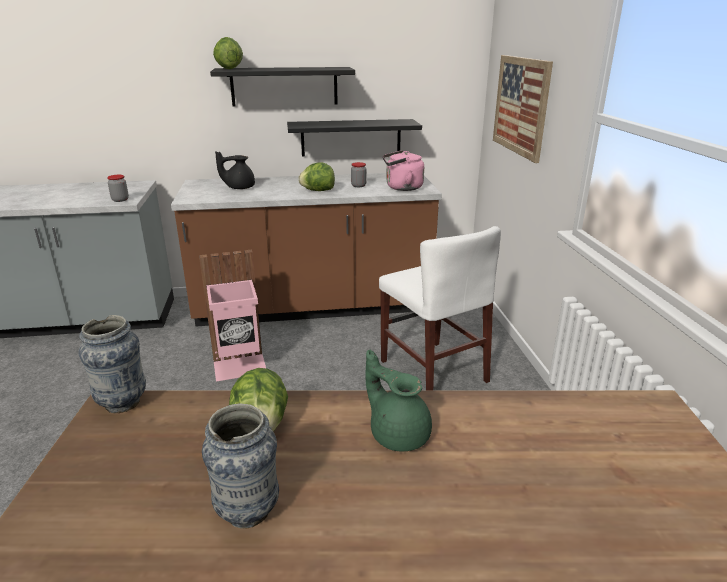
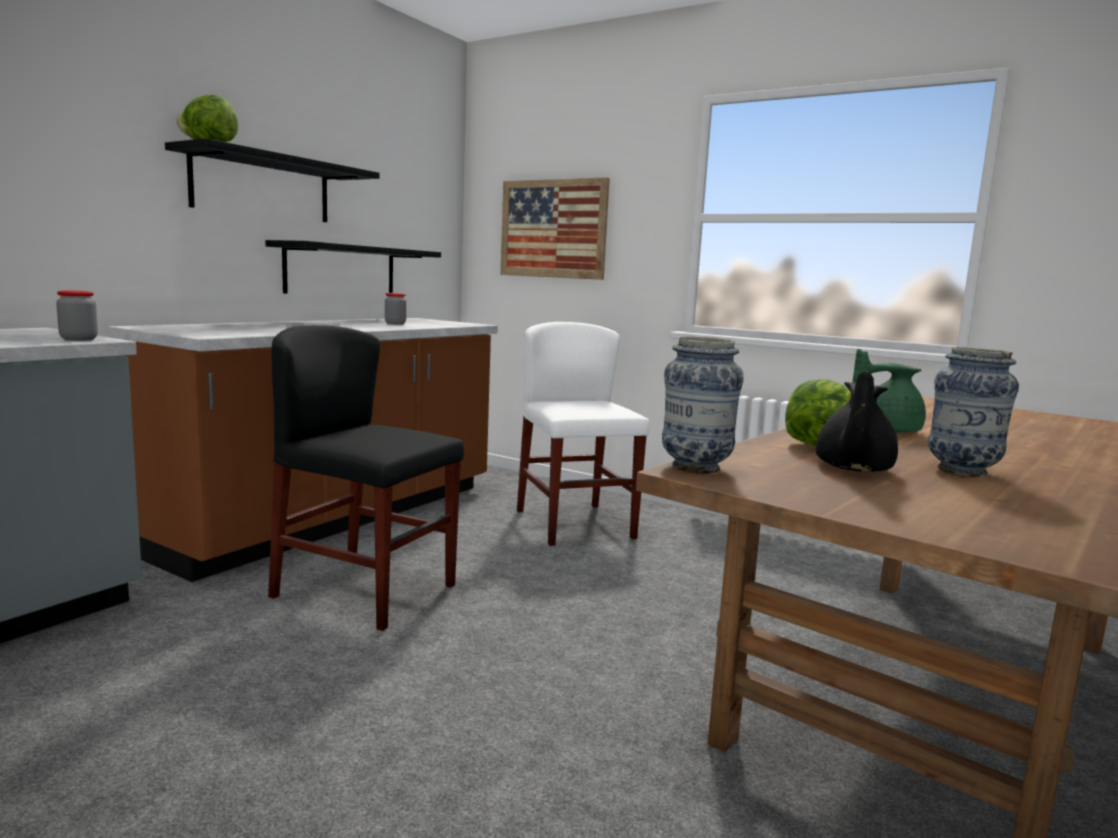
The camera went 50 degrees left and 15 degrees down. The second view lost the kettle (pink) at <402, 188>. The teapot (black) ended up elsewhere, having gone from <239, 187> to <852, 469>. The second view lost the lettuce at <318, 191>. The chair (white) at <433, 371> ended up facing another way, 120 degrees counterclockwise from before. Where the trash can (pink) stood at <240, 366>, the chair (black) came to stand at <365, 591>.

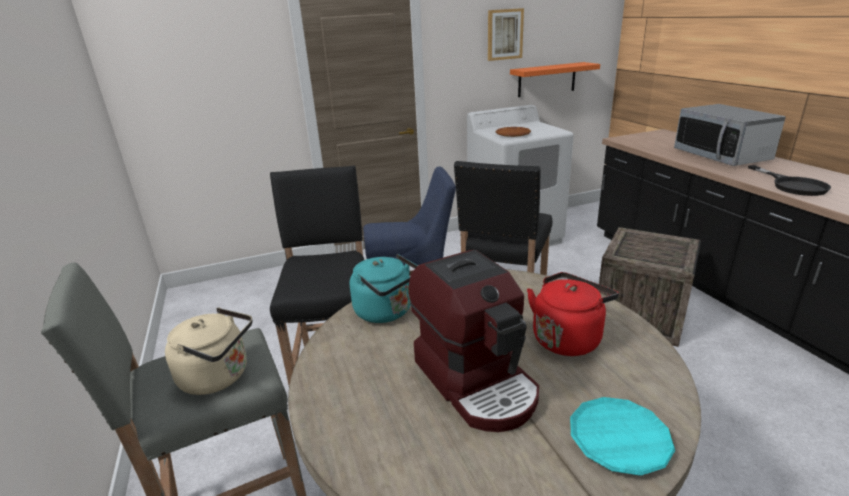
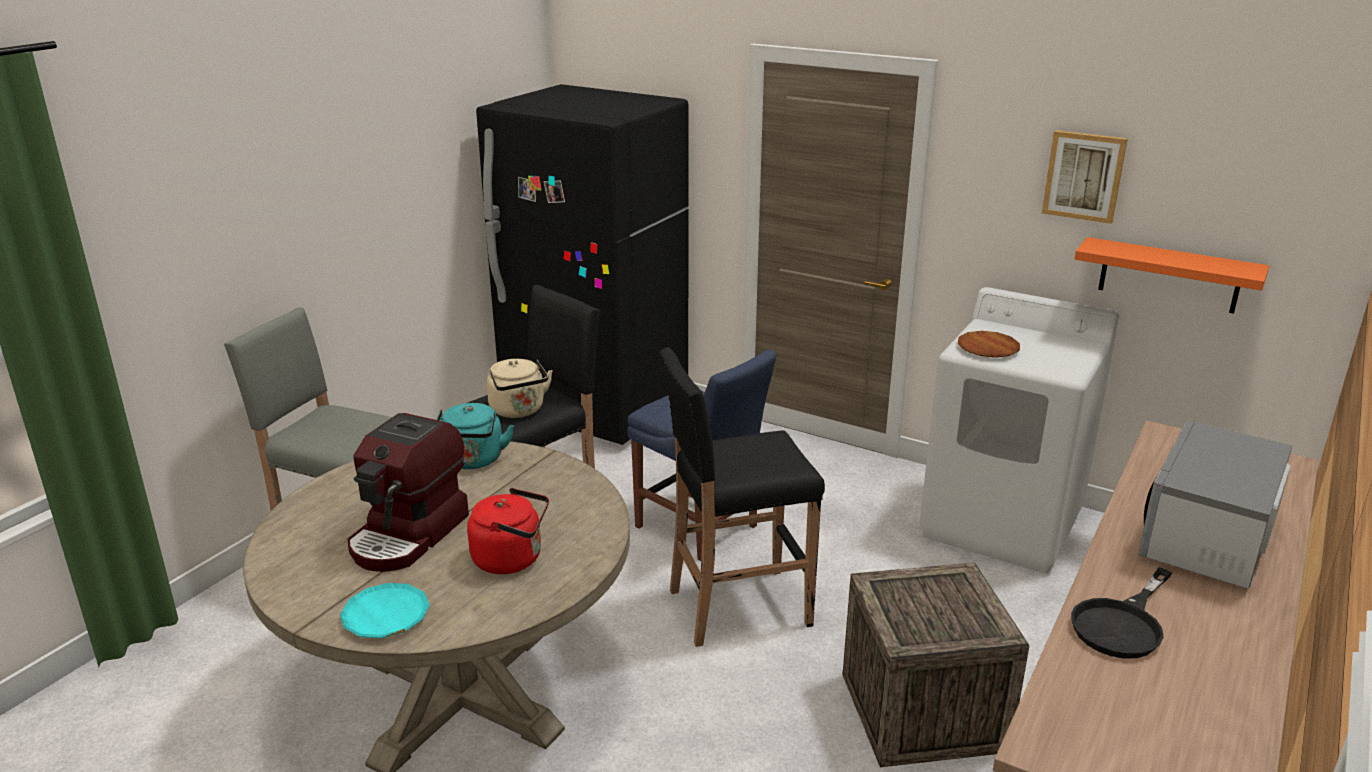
The camera went 50 degrees right and 0 degrees up. The kettle (beige) ended up elsewhere, having gone from <219, 376> to <519, 411>. The second view gained the fridge (black) at <596, 409>.

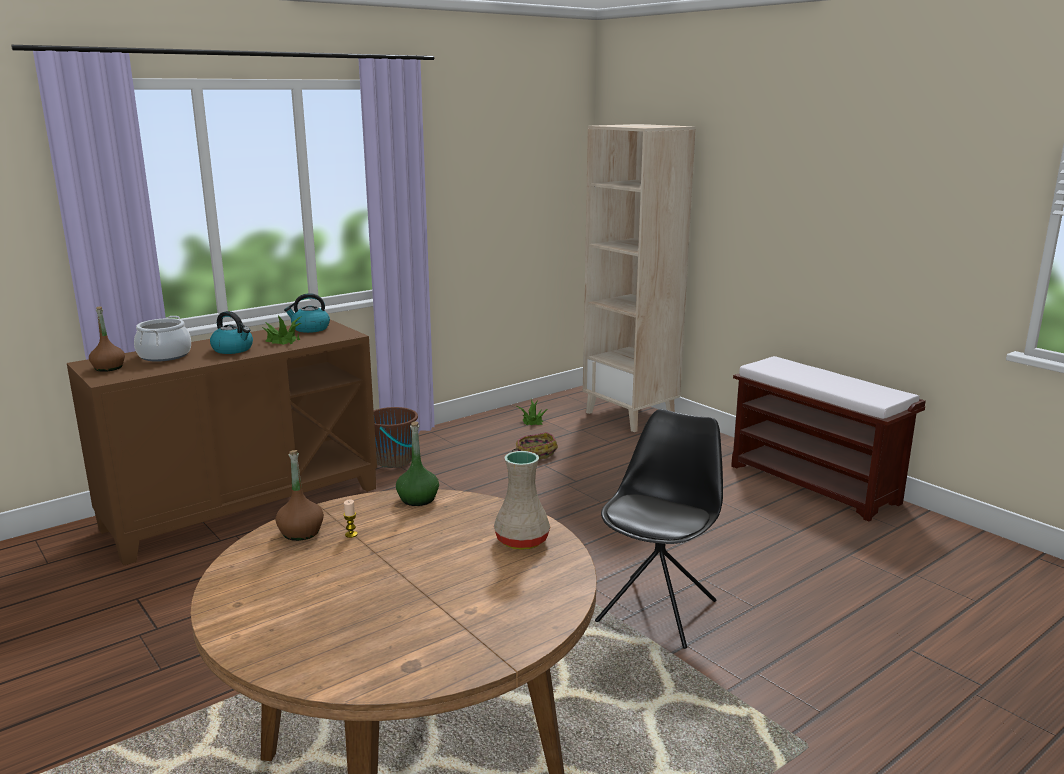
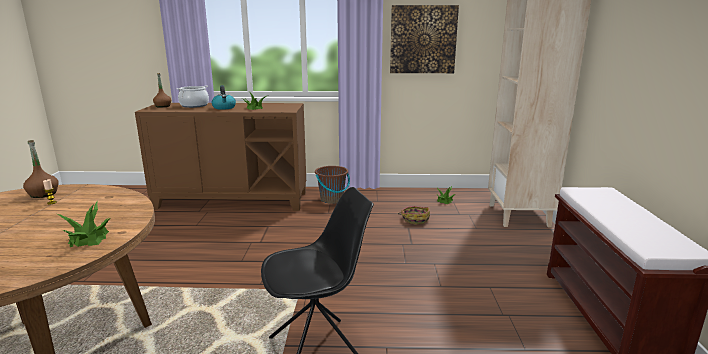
The camera went 40 degrees right and 0 degrees up. The second view lost the kettle at <310, 329>. The second view lost the bottle (green) at <418, 499>. Where the vase (beige) stood at <521, 540>, the potted plant came to stand at <89, 238>. The second view gained the picture at <423, 39>.

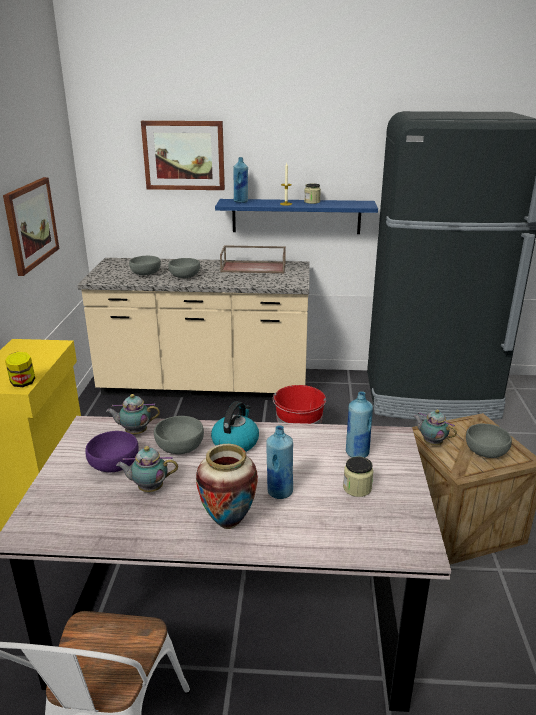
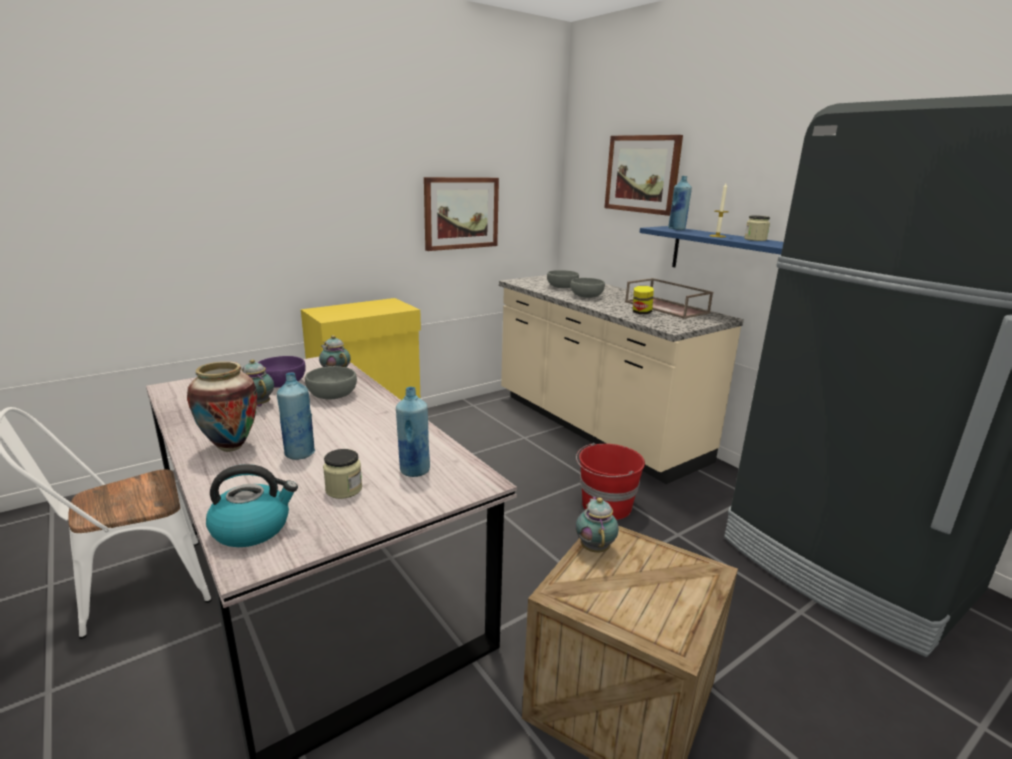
The camera went 50 degrees right and 5 degrees down. The jar ended up elsewhere, having gone from <23, 383> to <641, 313>. The kettle ended up elsewhere, having gone from <235, 442> to <252, 528>. The second view lost the bowl (grey) at <485, 451>.

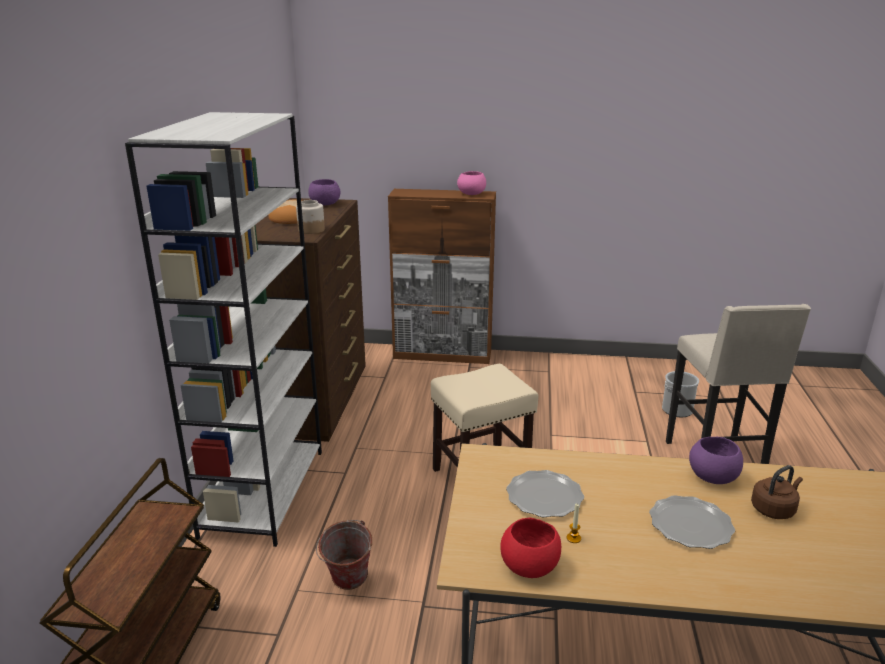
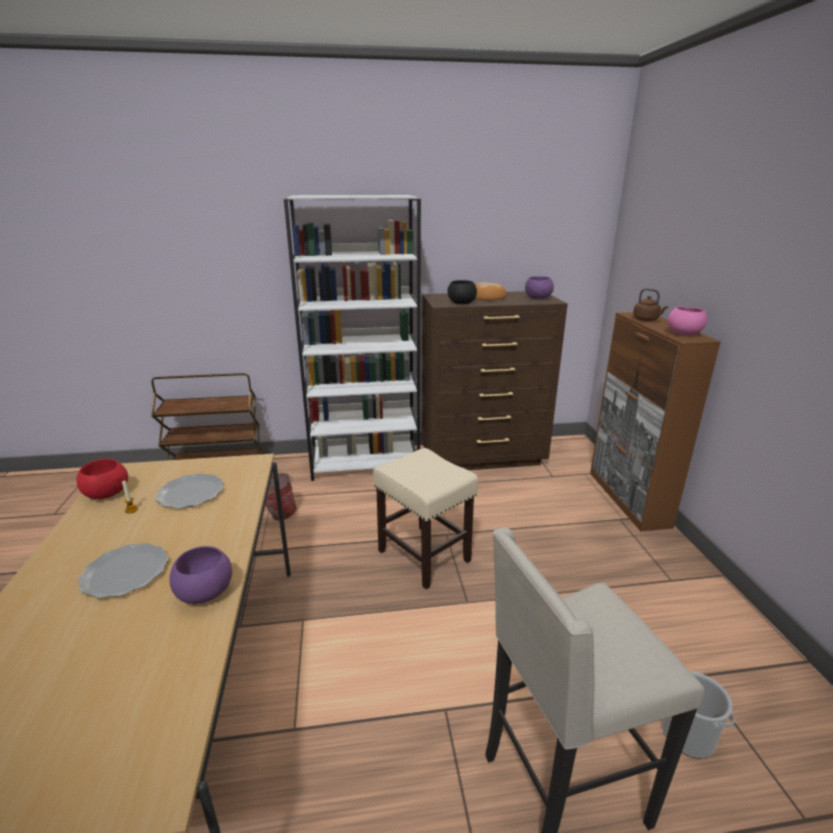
The camera went 75 degrees right and 0 degrees up. Where the jar stood at <311, 230>, the bowl (black) came to stand at <461, 303>. The kettle (brown) ended up elsewhere, having gone from <774, 509> to <647, 319>.

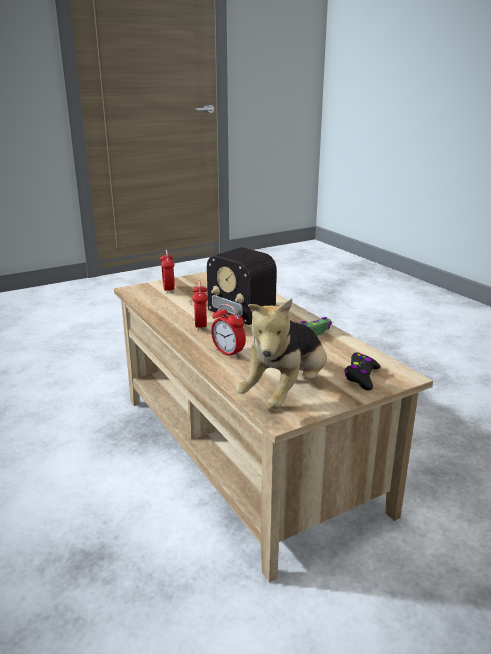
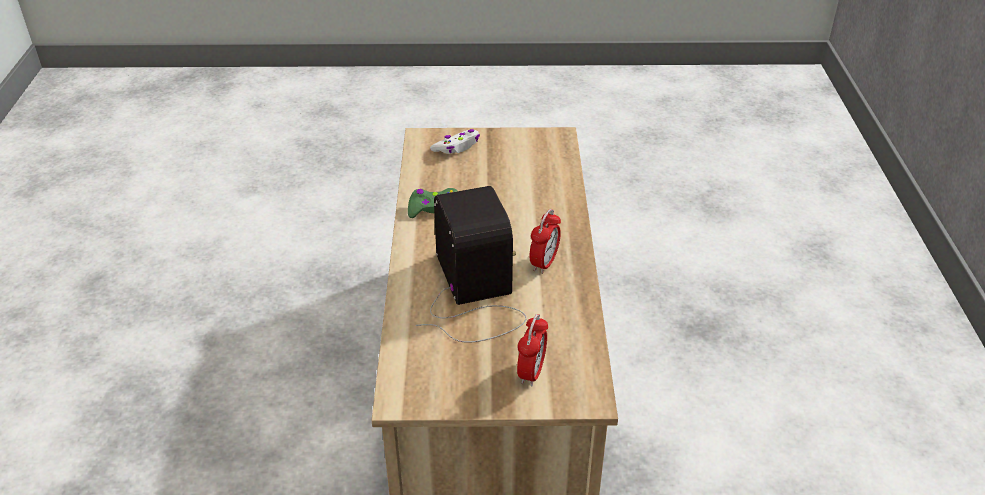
The camera went 150 degrees left and 15 degrees up. The second view lost the plush toy at <286, 392>. The second view lost the alarm clock at <228, 353>. What was the game controller (black) at <361, 377> turned into the game controller (white) at <457, 147>.

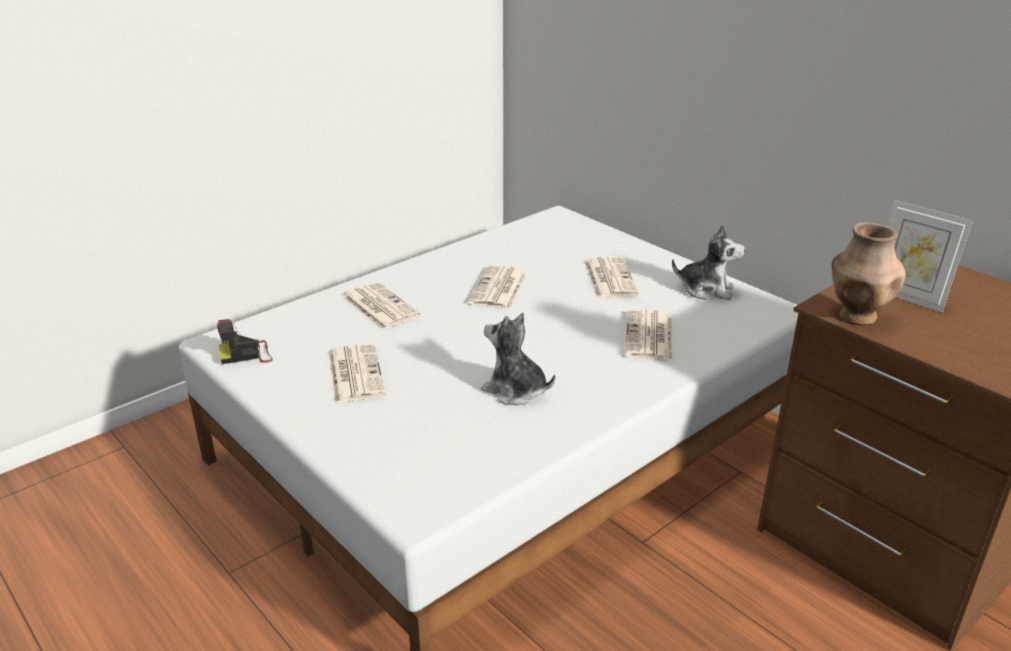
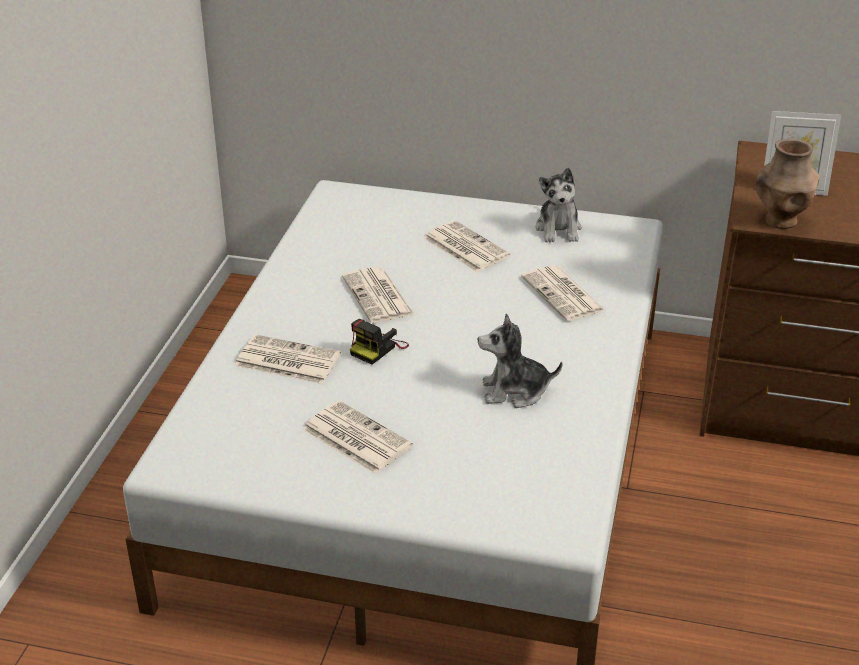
The camera went 35 degrees left and 5 degrees up. The plush toy at <706, 290> ended up facing another way, 105 degrees clockwise from before. The photo camera ended up elsewhere, having gone from <247, 354> to <378, 348>.

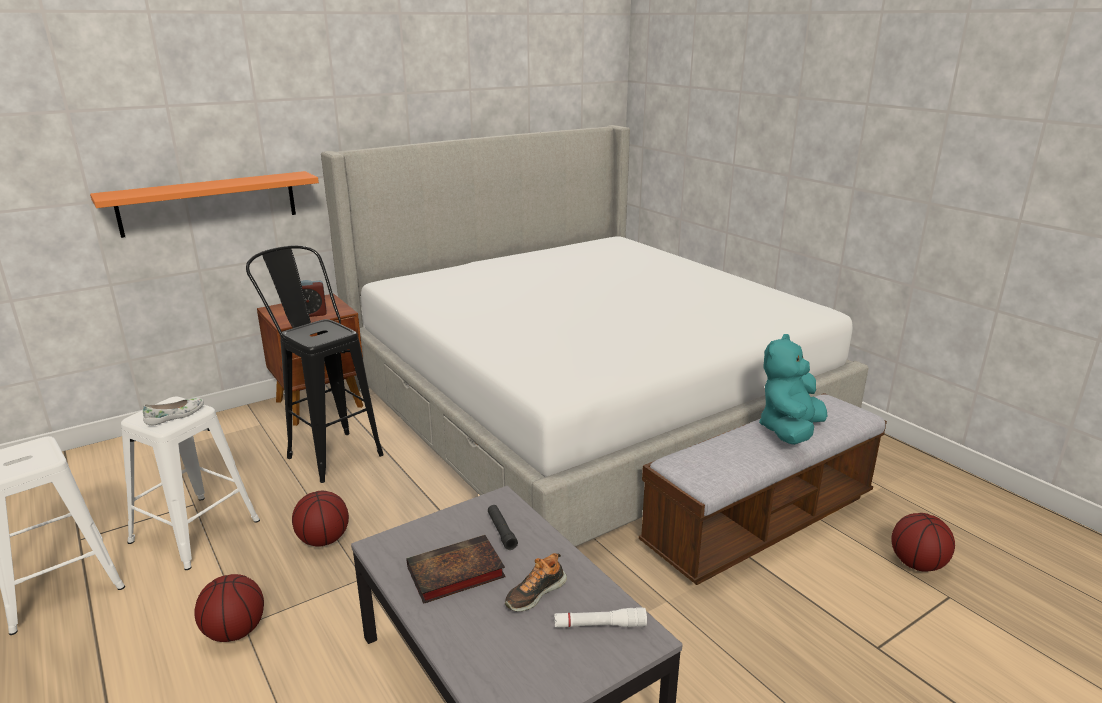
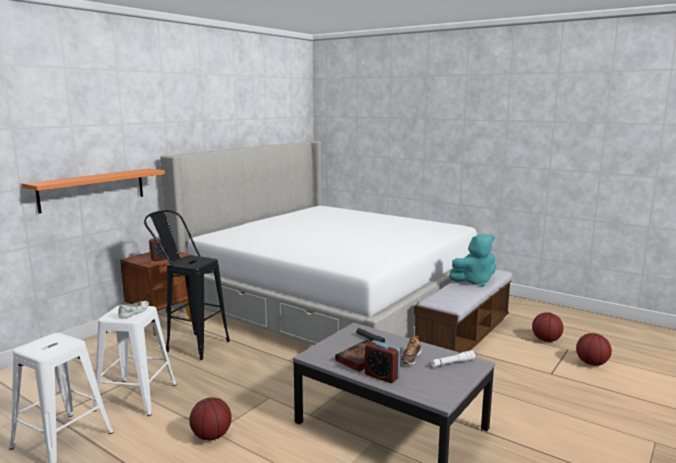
The camera went 20 degrees left and 10 degrees down. The plush toy (turquoise) at <789, 431> ended up facing another way, 120 degrees counterclockwise from before. The basketball ended up elsewhere, having gone from <324, 539> to <591, 363>. The second view gained the alarm clock at <382, 376>.

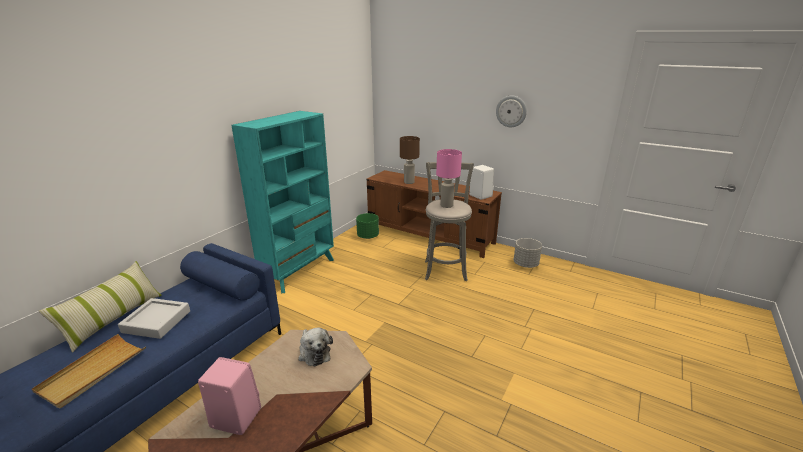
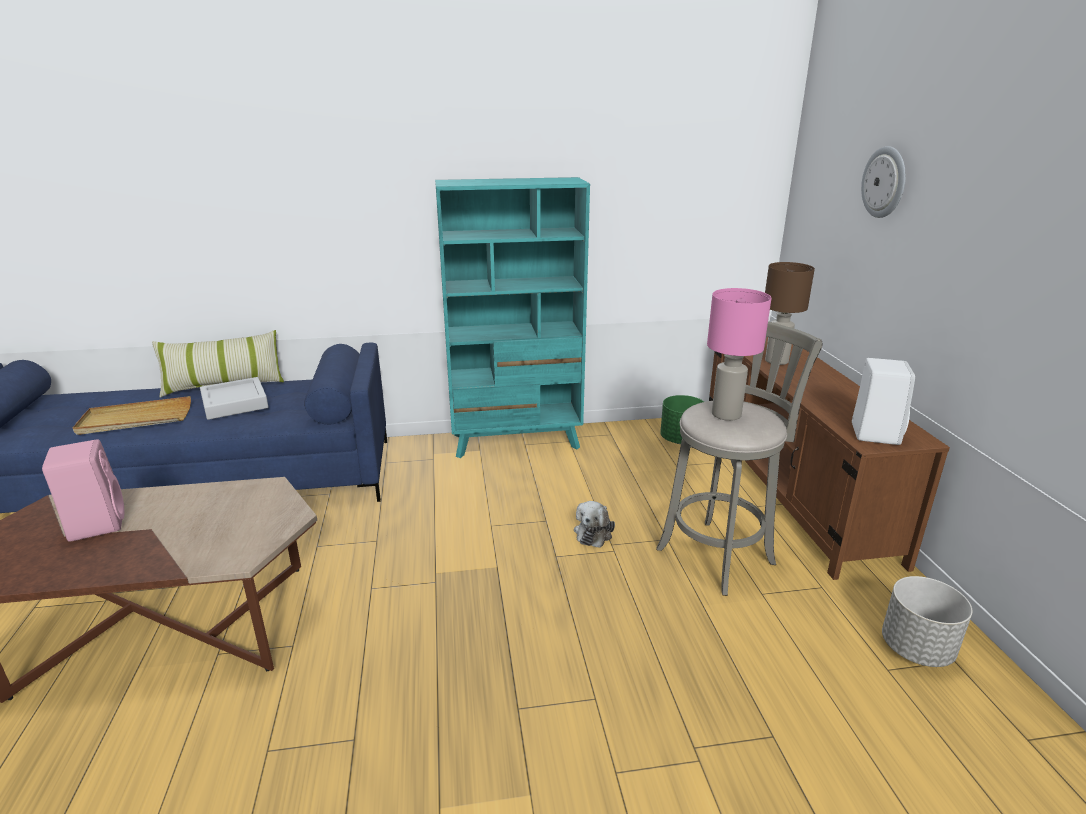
The camera went 50 degrees right and 0 degrees up. The wall clock ended up elsewhere, having gone from <511, 111> to <884, 182>. The plush toy ended up elsewhere, having gone from <314, 352> to <594, 532>.

